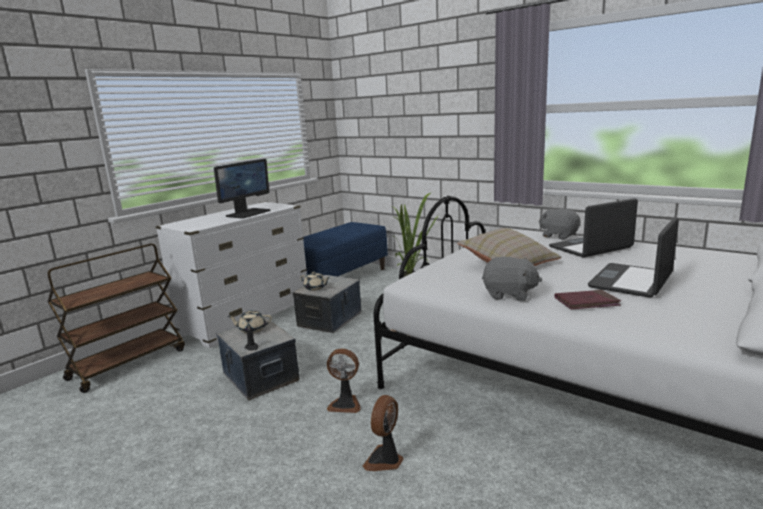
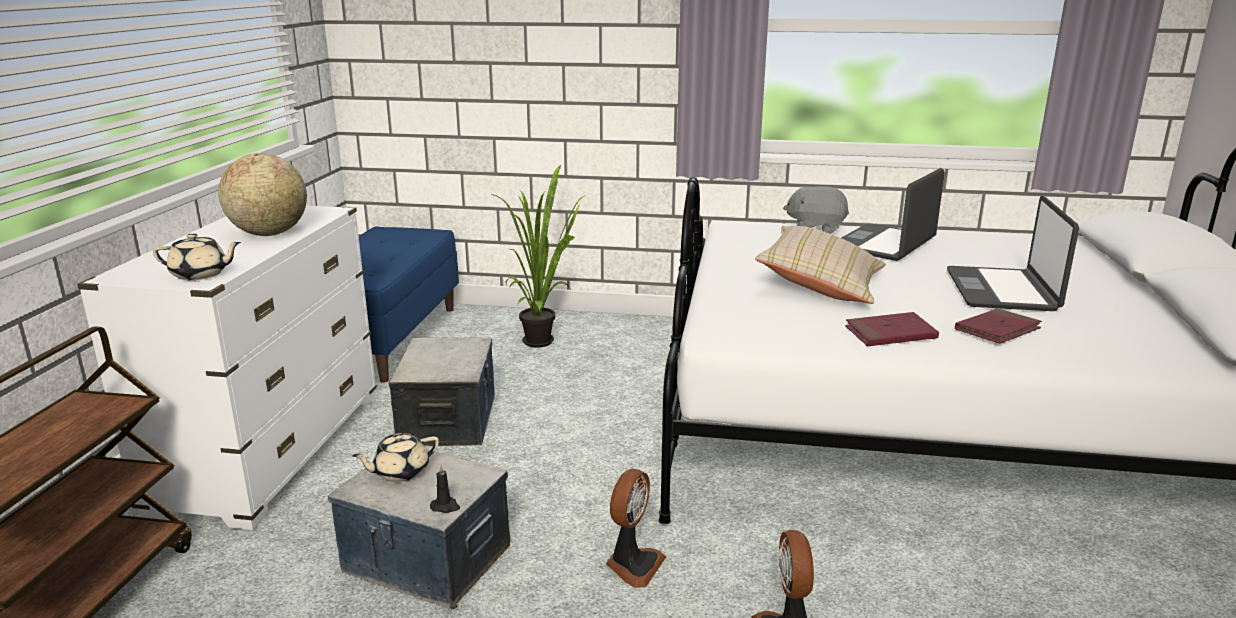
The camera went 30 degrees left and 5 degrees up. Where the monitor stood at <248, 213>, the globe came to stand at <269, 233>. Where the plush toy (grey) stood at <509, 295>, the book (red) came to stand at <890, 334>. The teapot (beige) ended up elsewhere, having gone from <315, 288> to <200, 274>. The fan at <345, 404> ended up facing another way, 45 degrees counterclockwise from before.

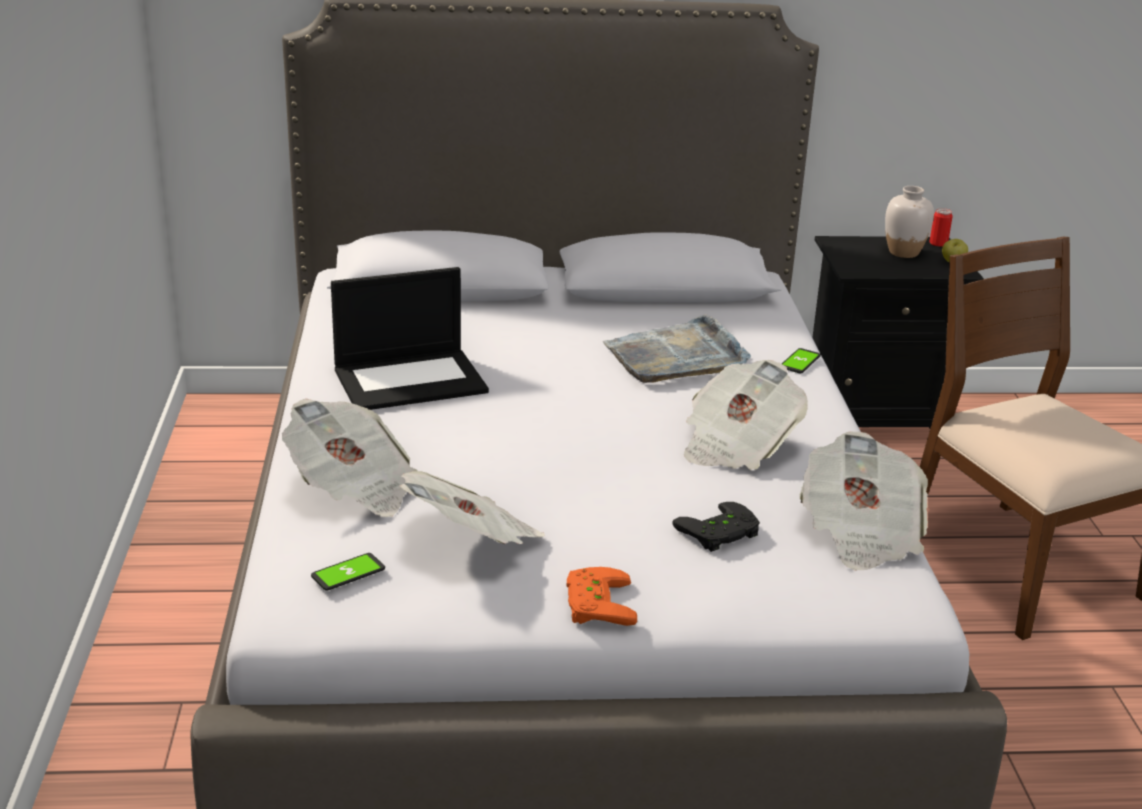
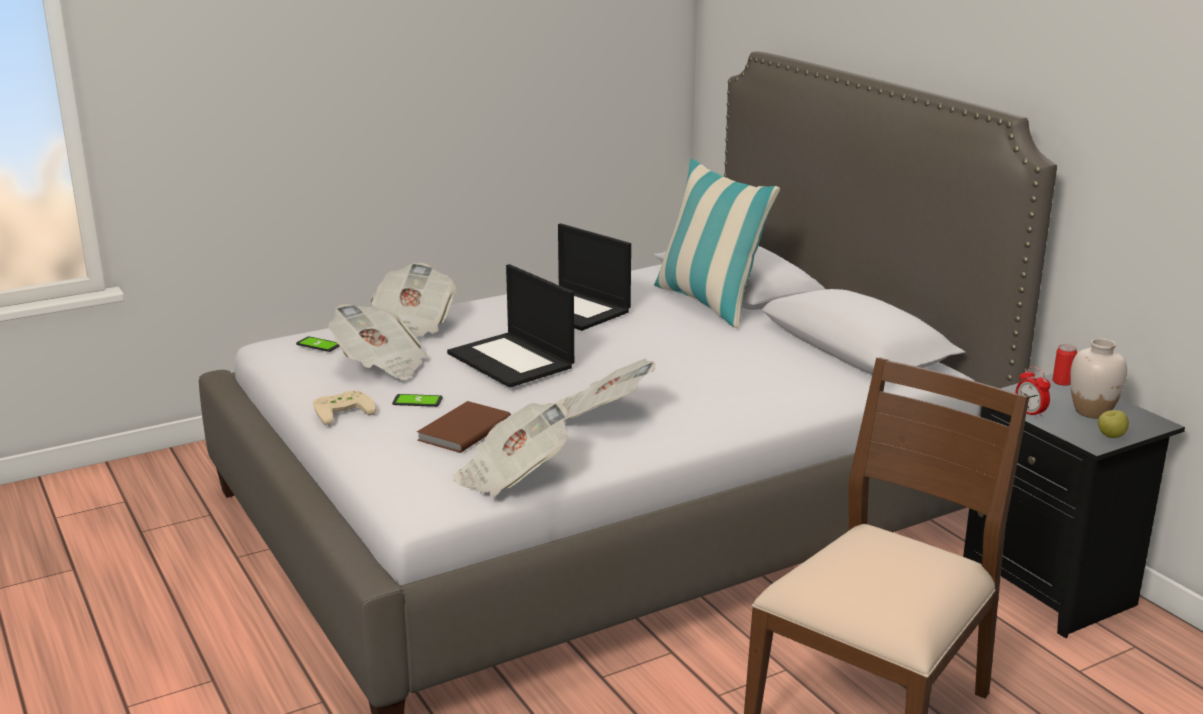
The camera went 65 degrees right and 5 degrees down. The can ended up elsewhere, having gone from <938, 243> to <1062, 382>. The second view lost the tray (grey) at <676, 356>. The phone ended up elsewhere, having gone from <800, 362> to <417, 401>. Where the game controller (black) stood at <720, 534>, the book (brown) came to stand at <462, 430>. What was the game controller (orange) at <594, 603> turned into the game controller (beige) at <342, 410>. The second view gained the pillow at <709, 303>. The second view gained the laptop at <512, 360>. The second view gained the alarm clock at <1030, 413>.

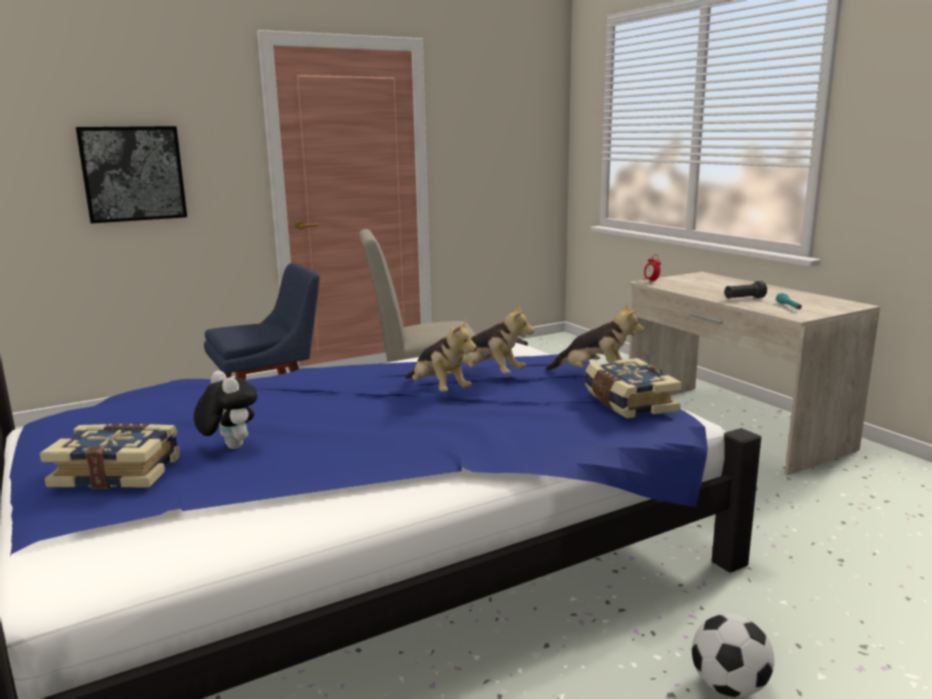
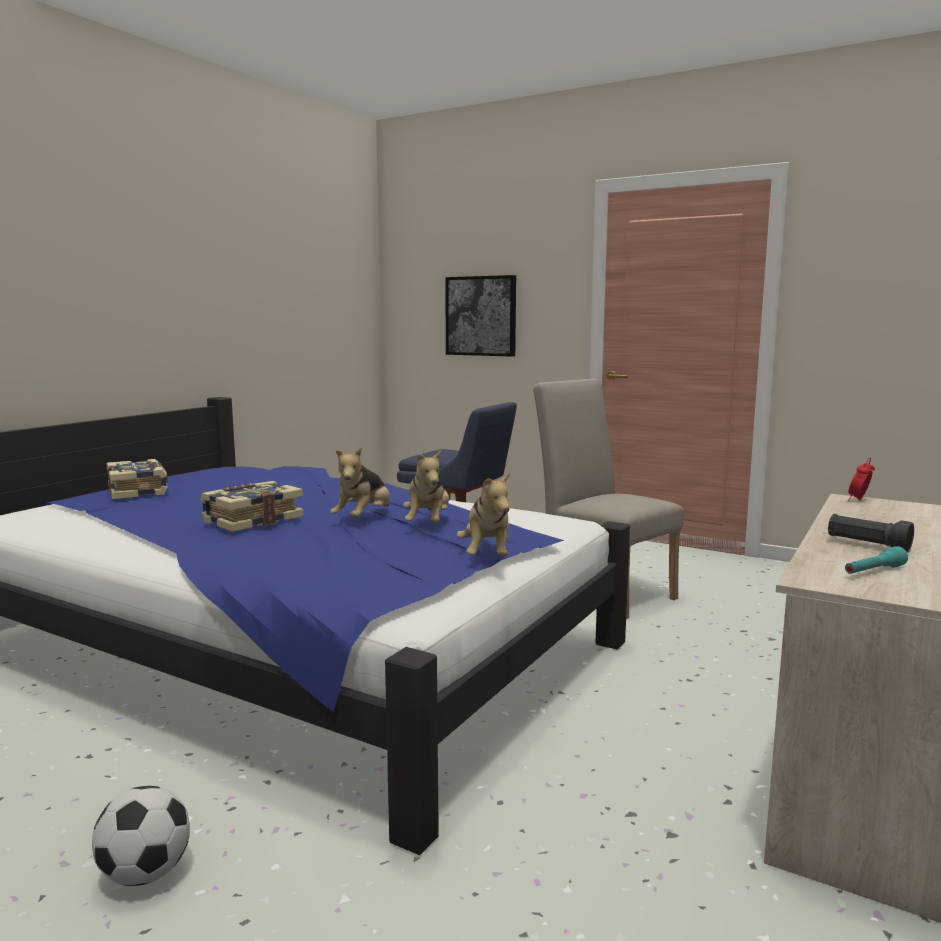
The camera went 60 degrees right and 5 degrees down. The book ended up elsewhere, having gone from <628, 403> to <252, 520>. The second view lost the plush toy at <229, 447>.

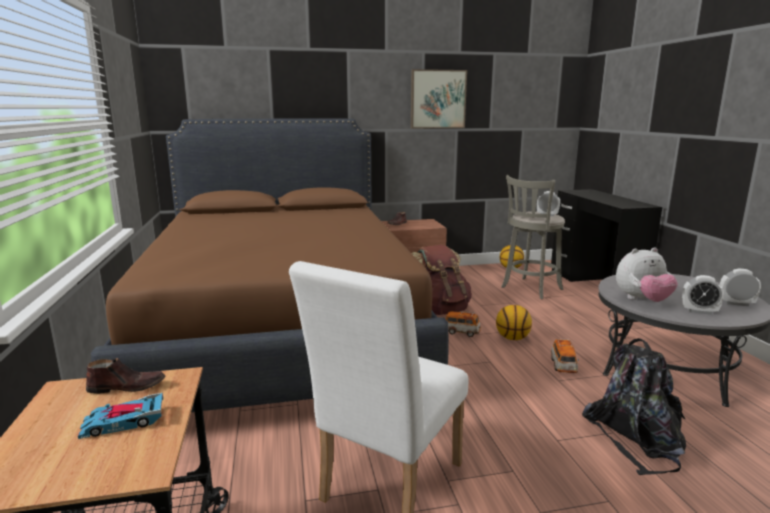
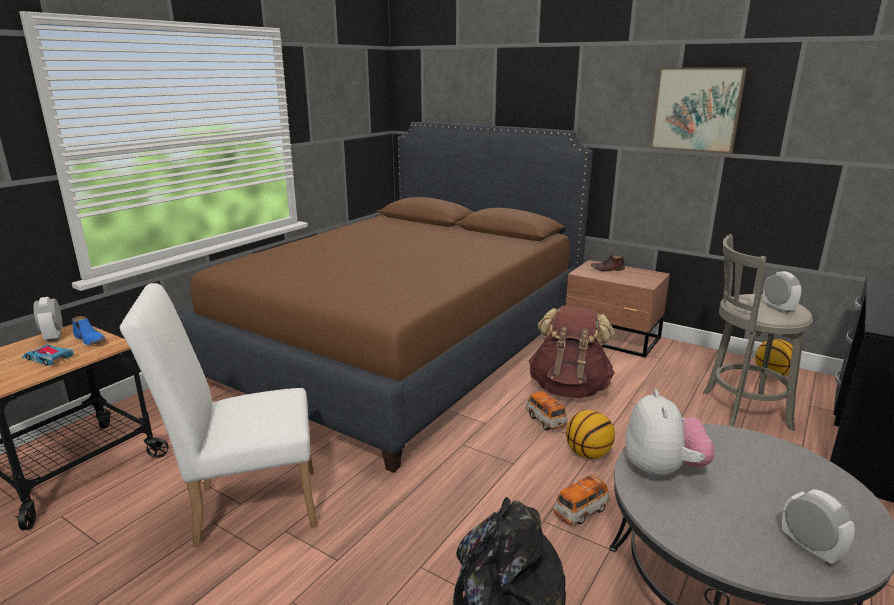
The camera went 45 degrees right and 5 degrees up. The plush toy at <642, 300> ended up facing another way, 120 degrees counterclockwise from before. The alarm clock ended up elsewhere, having gone from <699, 311> to <53, 337>. What was the shoe (brown) at <127, 387> turned into the shoe (blue) at <90, 340>.

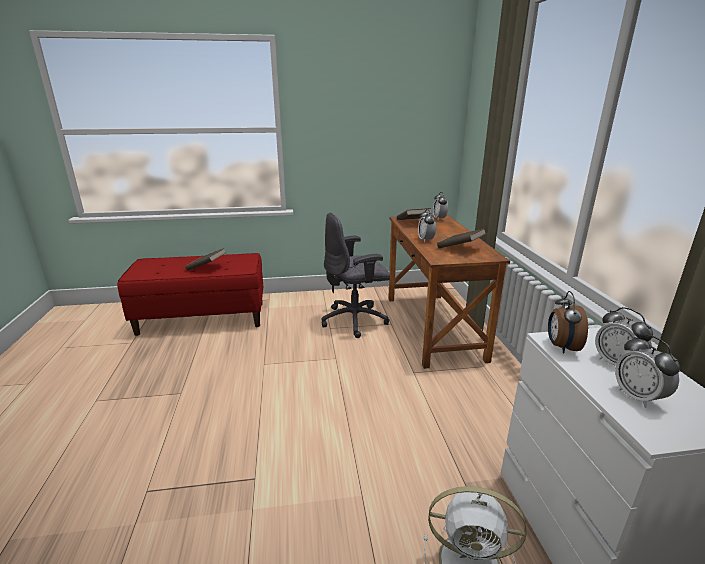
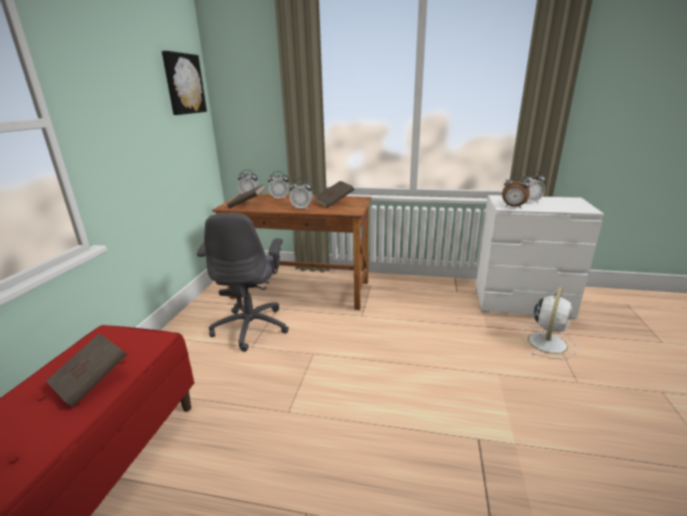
The camera went 70 degrees left and 0 degrees up. The alarm clock ended up elsewhere, having gone from <638, 397> to <280, 199>. The second view gained the picture at <183, 84>.

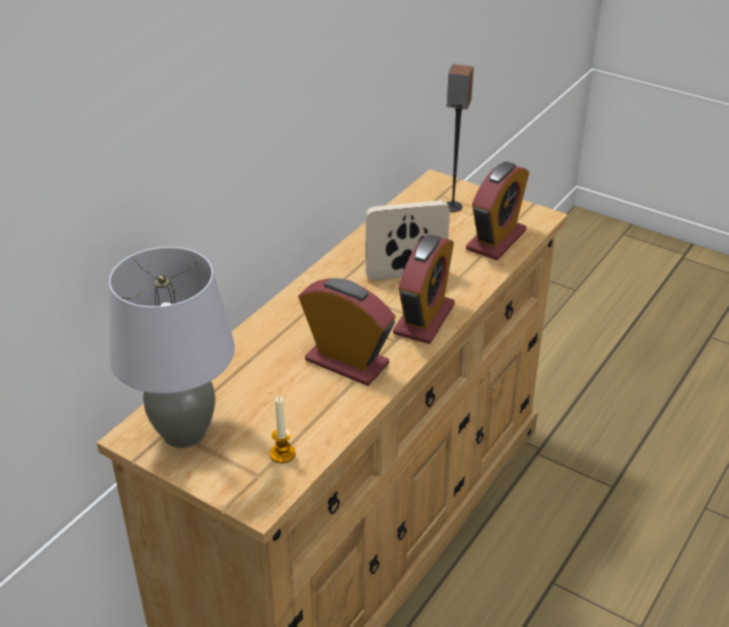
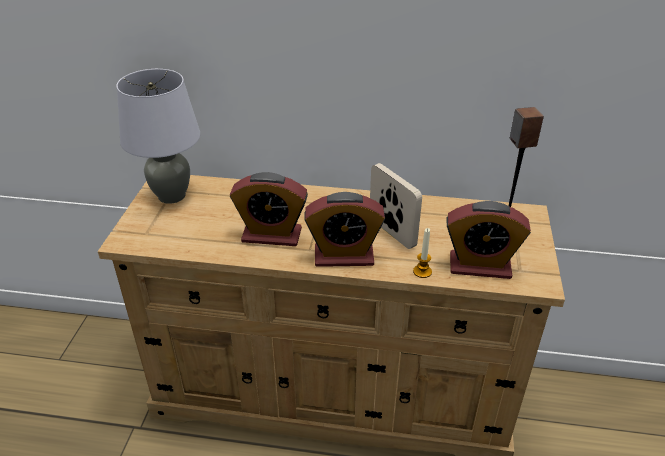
The camera went 65 degrees right and 0 degrees up. The alarm clock at <347, 362> ended up facing another way, 90 degrees clockwise from before. The candle ended up elsewhere, having gone from <282, 454> to <422, 271>.

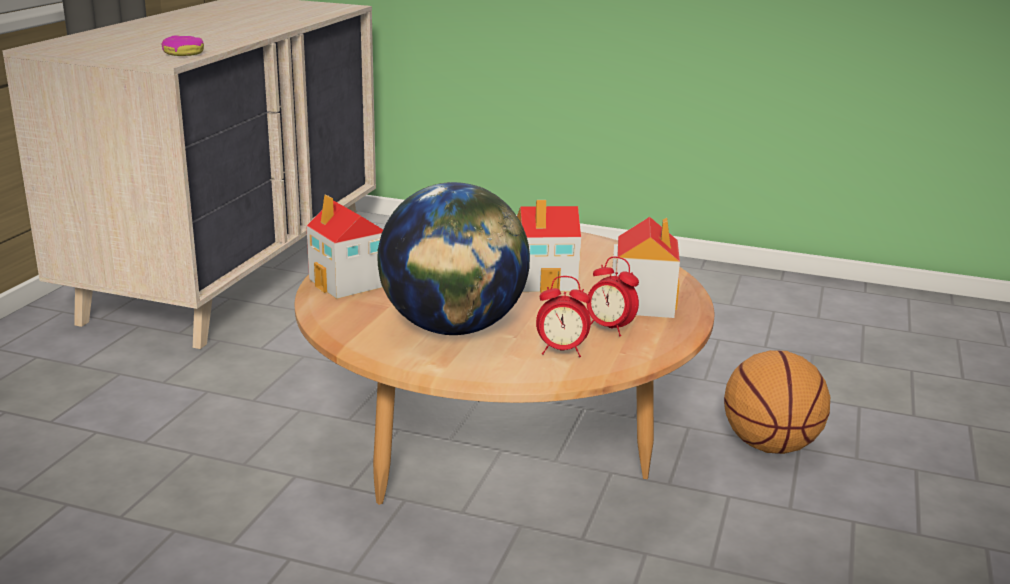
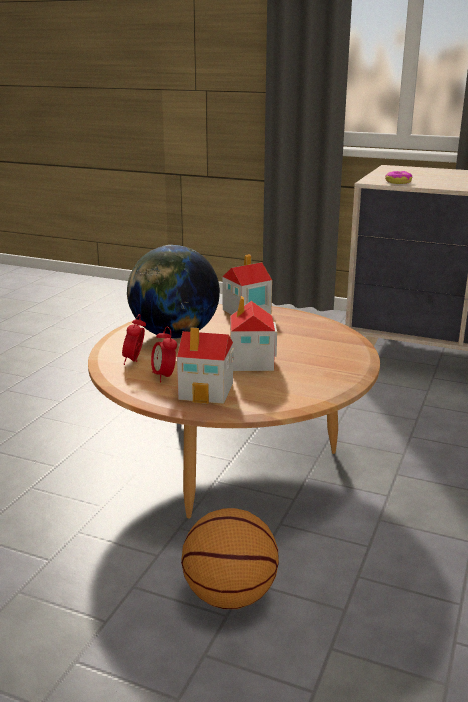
The camera went 95 degrees right and 0 degrees up. The alarm clock at <609, 328> ended up facing another way, 60 degrees counterclockwise from before.

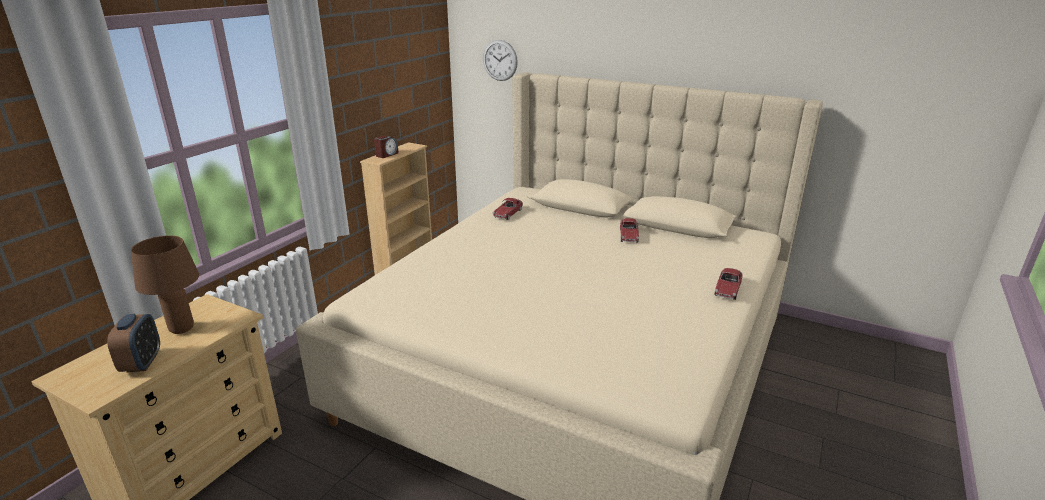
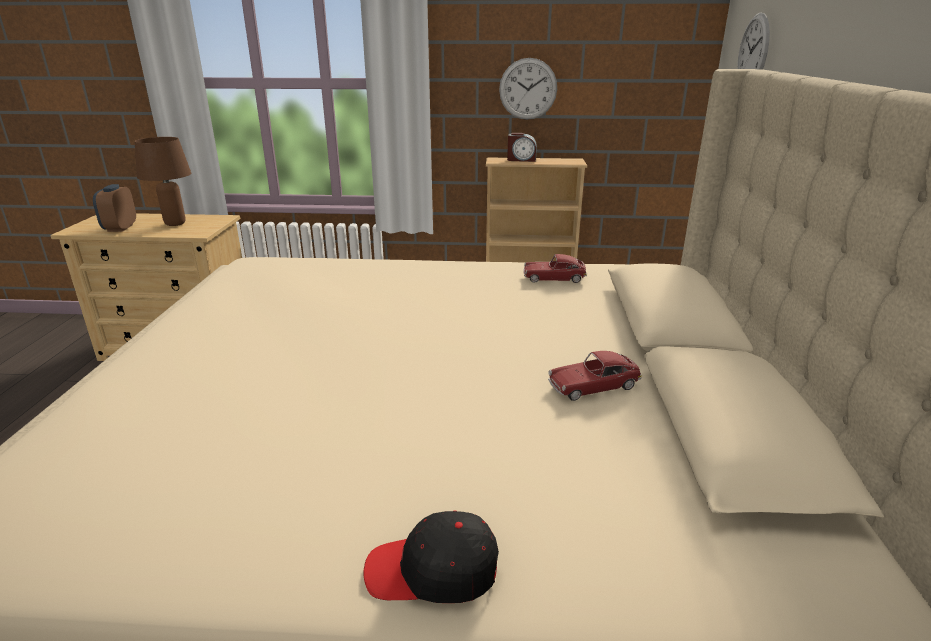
The camera went 65 degrees right and 0 degrees up. Where the toy car stood at <727, 289>, the cap (black) came to stand at <432, 571>. The alarm clock at <142, 363> ended up facing another way, 120 degrees clockwise from before. The second view gained the wall clock at <528, 89>.

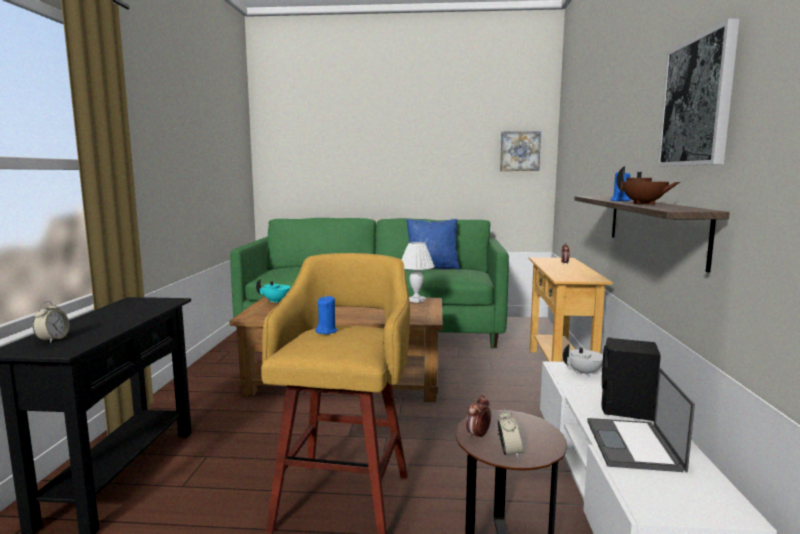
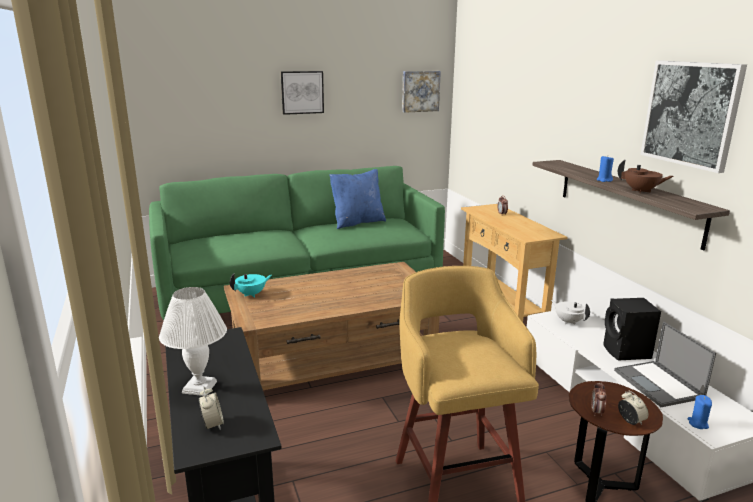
The camera went 25 degrees left and 10 degrees up. The table lamp (white) ended up elsewhere, having gone from <417, 300> to <200, 387>. The candle (blue) ended up elsewhere, having gone from <326, 331> to <697, 423>. The teapot (white) at <585, 373> ended up facing another way, 90 degrees counterclockwise from before. The second view gained the picture at <302, 92>.

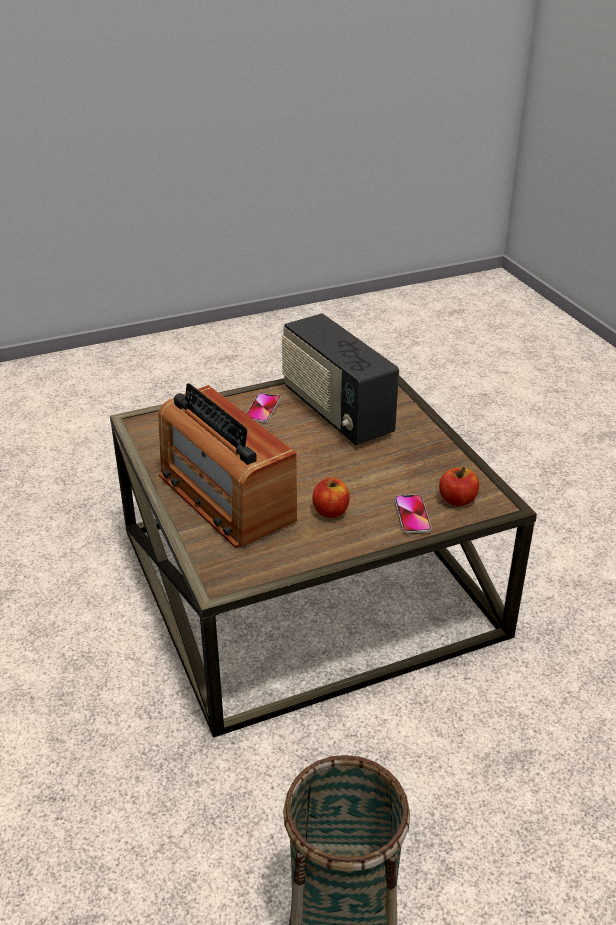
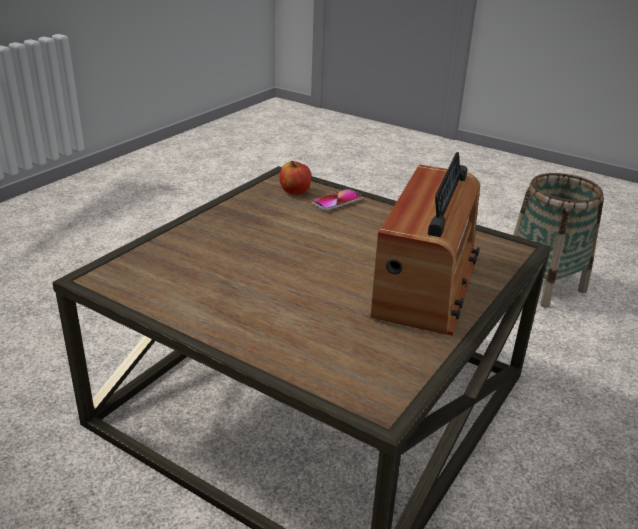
The camera went 125 degrees left and 5 degrees down. The second view lost the radio at <335, 412>. The second view lost the phone at <262, 409>. The second view lost the apple at <330, 511>.

